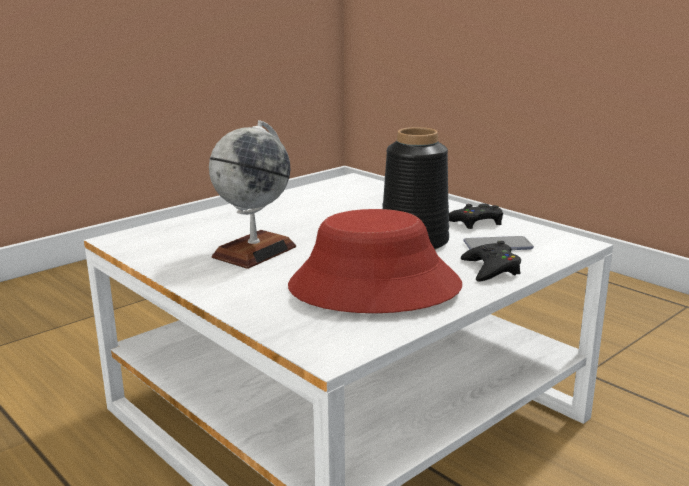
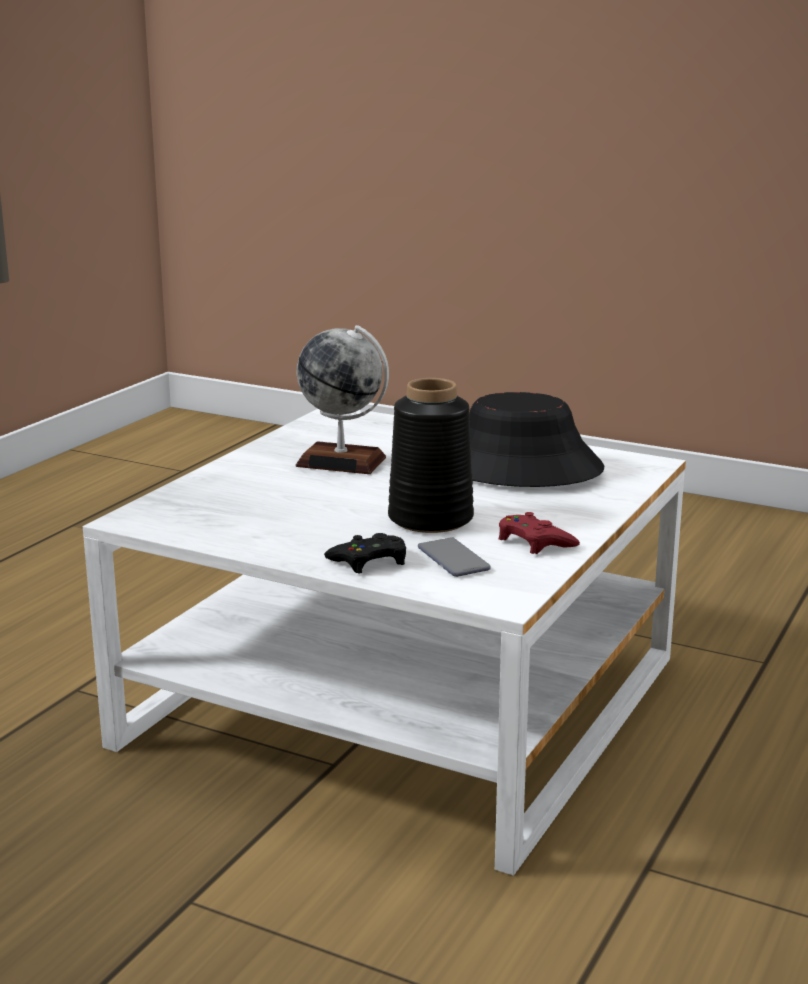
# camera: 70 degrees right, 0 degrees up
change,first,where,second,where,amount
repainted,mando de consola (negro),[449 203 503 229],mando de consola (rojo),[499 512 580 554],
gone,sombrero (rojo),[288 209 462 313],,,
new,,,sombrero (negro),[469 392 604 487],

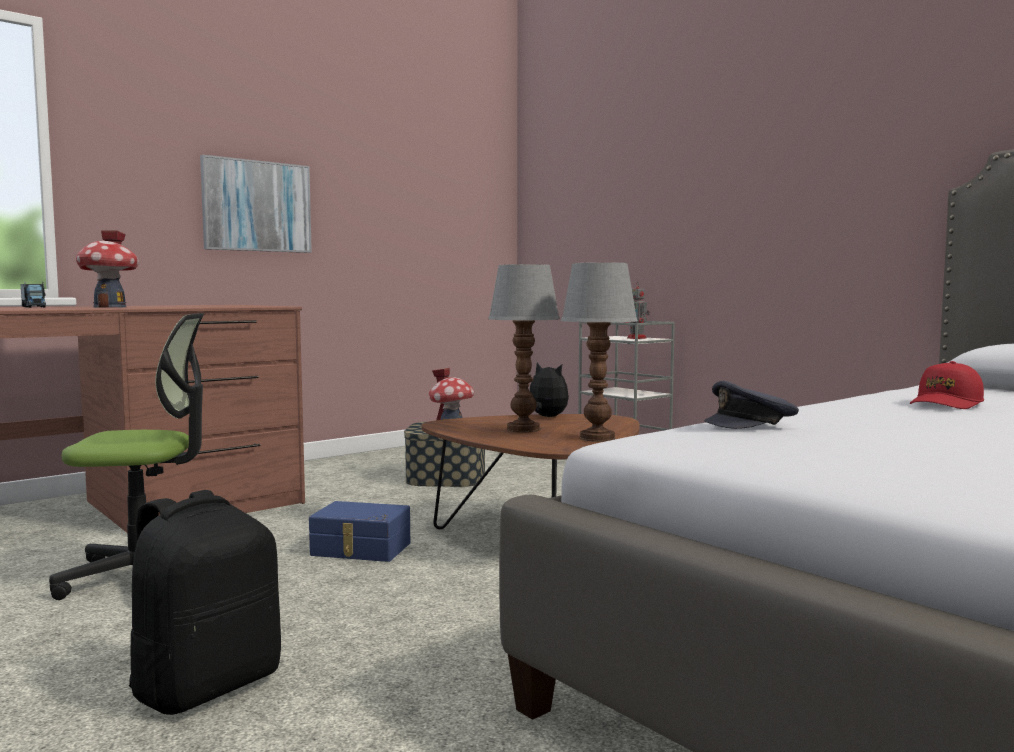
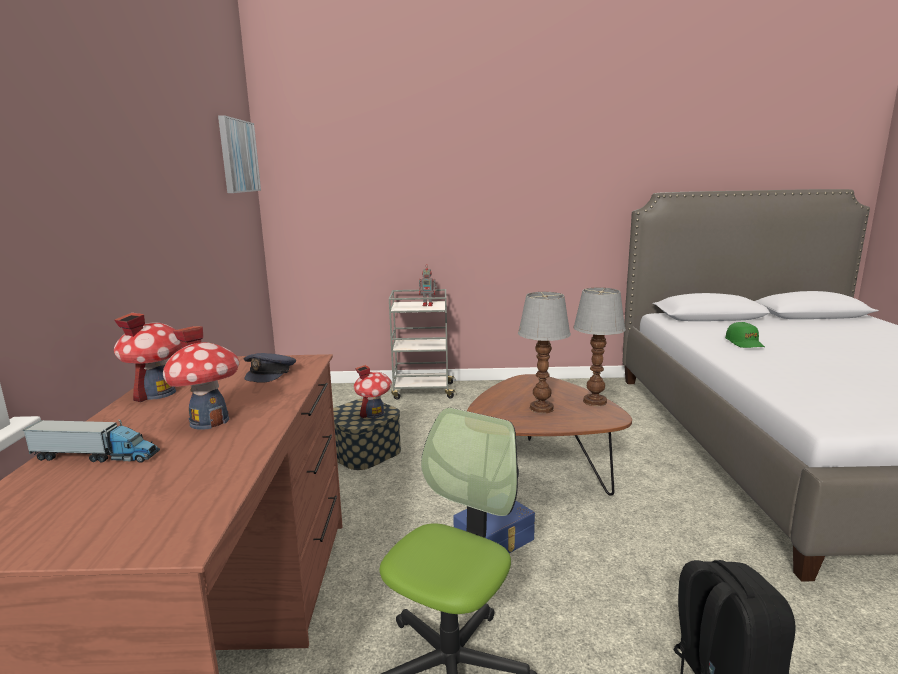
# camera: 50 degrees left, 10 degrees up
change,first,where,second,where,amount
shifted,cuadro,[200 155 312 253],,[218 115 261 193],
repainted,gorra (rojo),[910 361 984 409],gorra (verde),[725 322 765 348],
gone,peluche,[530 362 569 417],,,
shifted,gorra (gris),[704 380 799 429],,[244 353 296 383],
new,,,casita,[114 313 182 402],

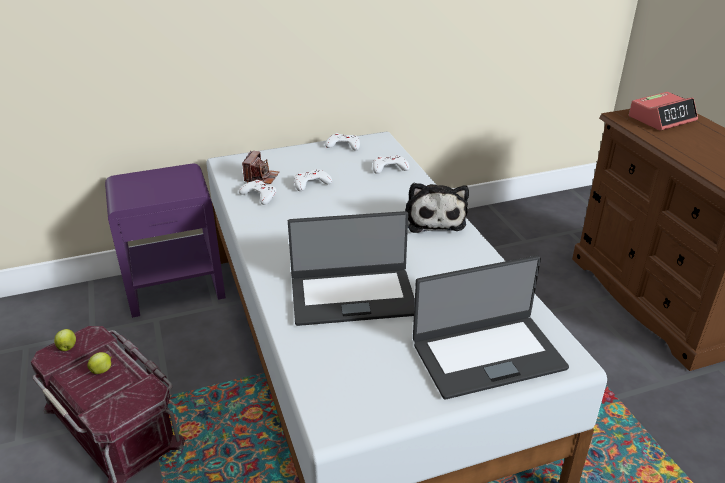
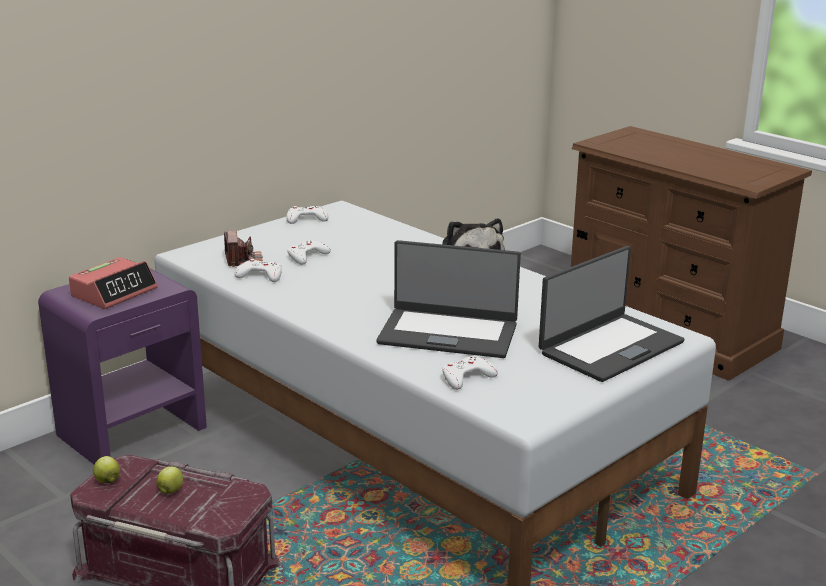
# camera: 25 degrees left, 10 degrees down
change,first,where,second,where,amount
shifted,despertador,[628 92 698 131],,[69 257 158 309],
shifted,mando de consola (blanco),[373 155 409 174],,[442 356 498 390],
rotated,portátil,[288 211 415 326],,[376 240 521 358],45 degrees clockwise

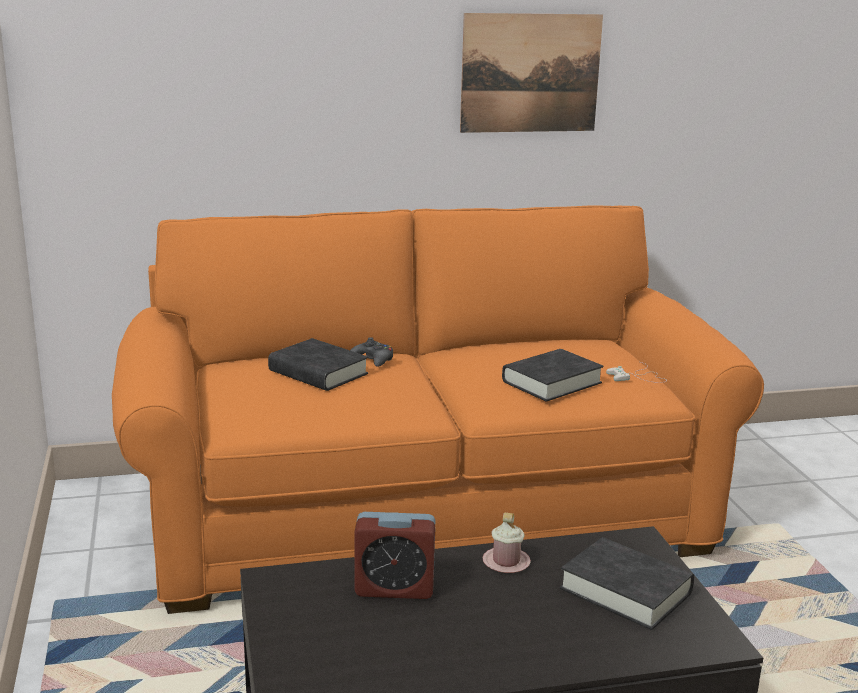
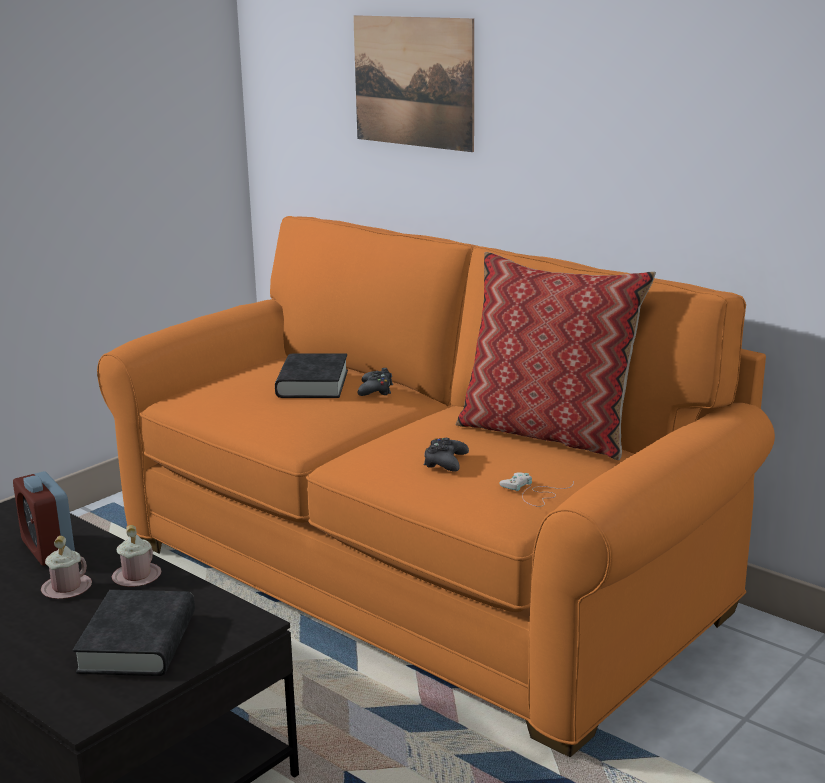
# camera: 55 degrees right, 0 degrees up
change,first,where,second,where,amount
shifted,cuadro,[460 13 603 133],,[353 15 474 152],
swapped,libro (negro),[502 349 603 402],mando de consola (negro),[423 438 469 472],
new,,,cojín,[456 252 656 460],
new,,,taza grande (rosa),[41 536 92 599],

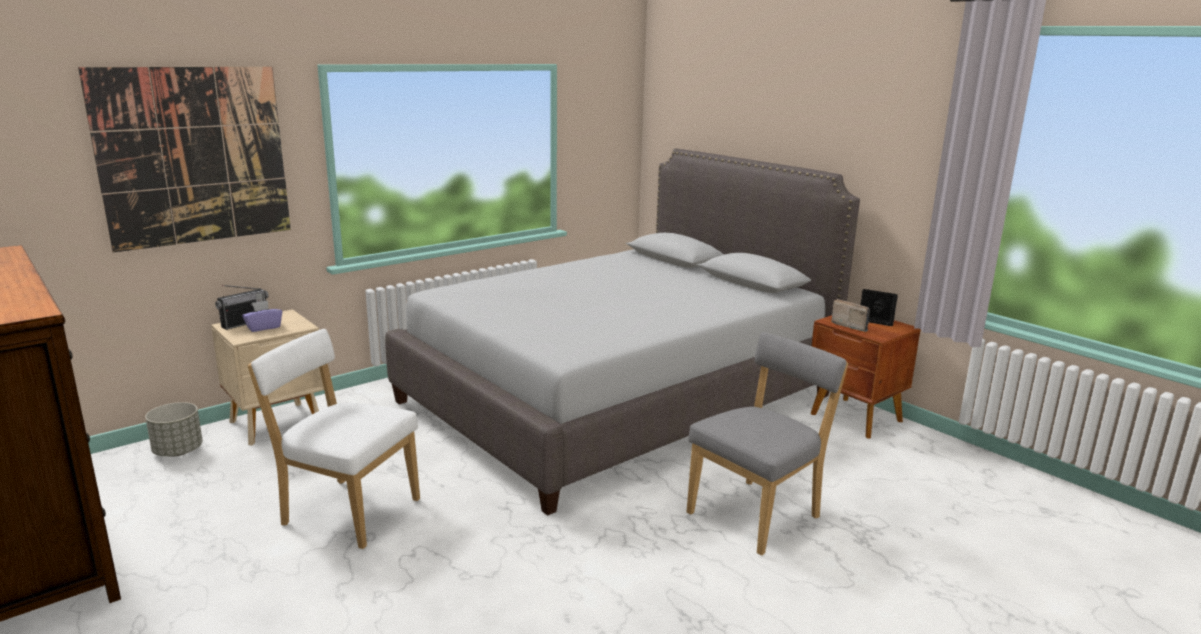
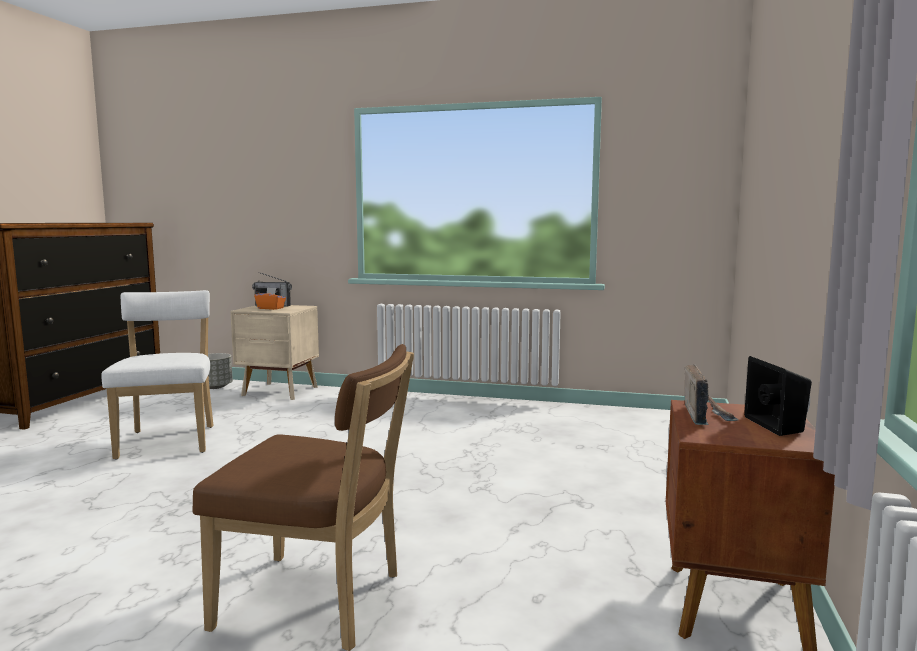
# camera: 55 degrees right, 10 degrees down
change,first,where,second,where,amount
gone,cuadro,[78 67 291 252],,,
gone,cama (gris),[385 148 860 516],,,
repainted,caja de pañuelos (morado),[242 300 282 332],caja de pañuelos (naranja),[254 287 286 310],
repainted,silla (gris),[687 332 848 556],silla (marrón),[192 344 414 651],

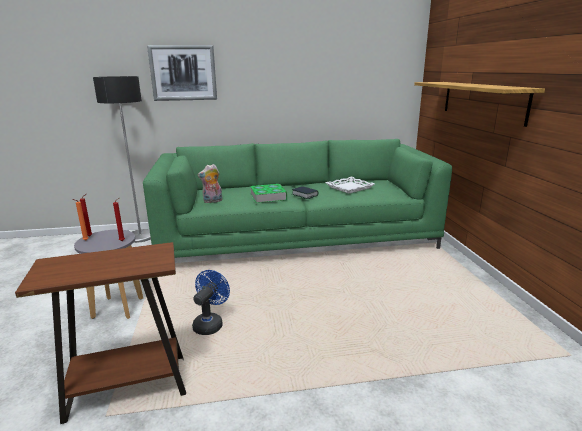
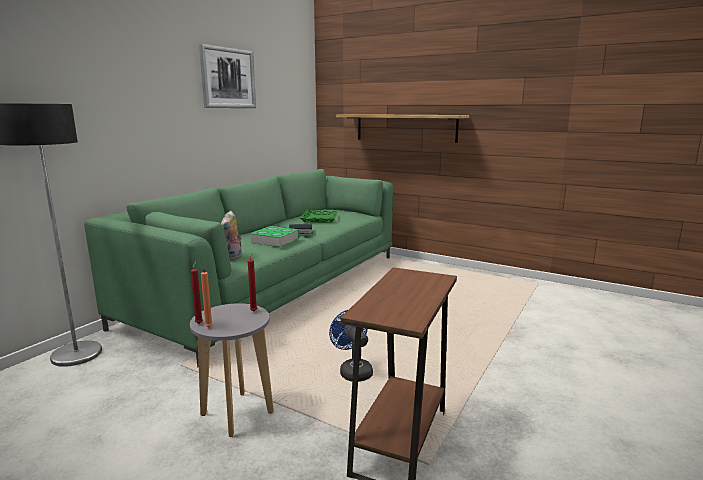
# camera: 50 degrees left, 5 degrees down
change,first,where,second,where,amount
shifted,cuadro,[147 45 217 101],,[199 44 256 108],
repainted,bandeja (blanco),[326 177 375 194],bandeja (verde),[300 210 338 223],

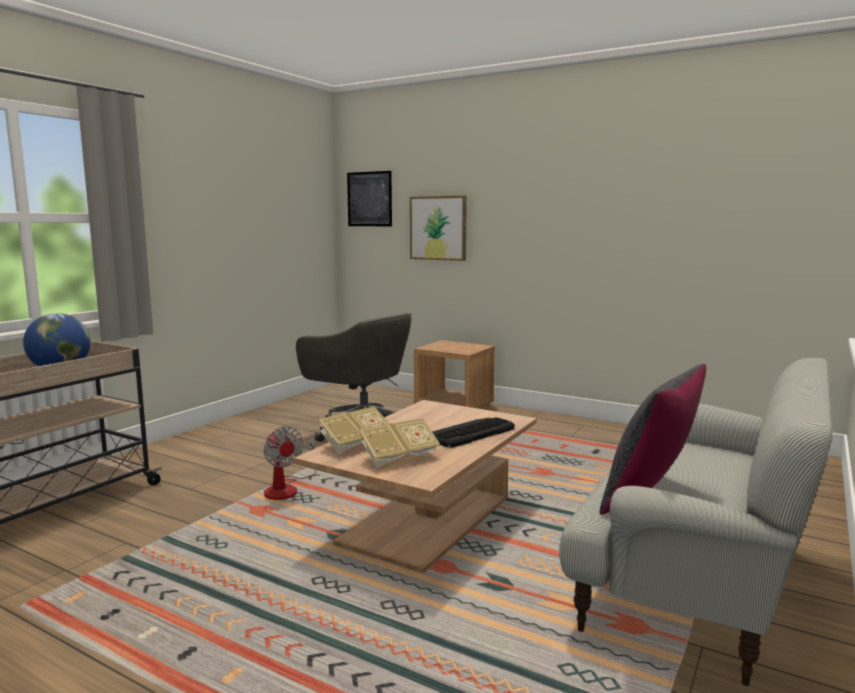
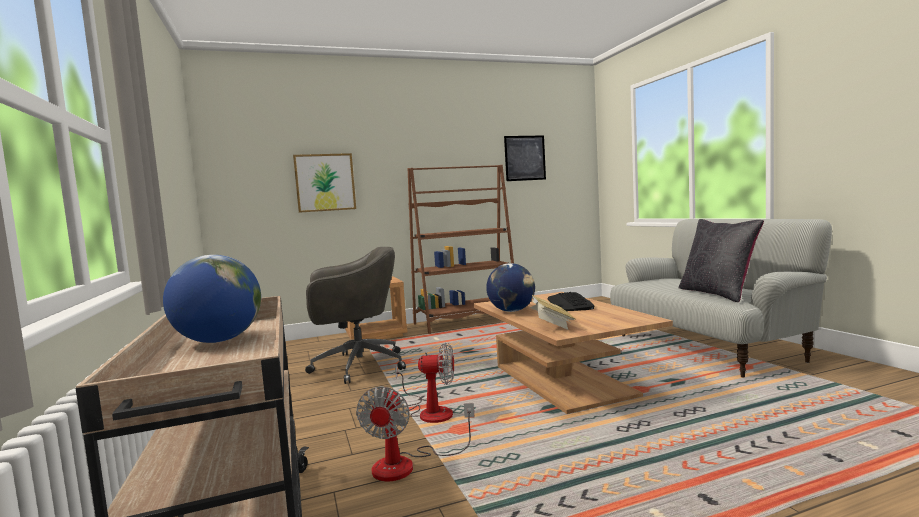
# camera: 50 degrees left, 5 degrees down
change,first,where,second,where,amount
shifted,cuadro,[347 171 392 226],,[504 135 546 181],
gone,libro,[358 418 441 468],,,
new,,,estantería (marrón),[408 165 514 334],
new,,,globo terráqueo,[486 263 535 312],
new,,,ventilador,[356 386 475 482],

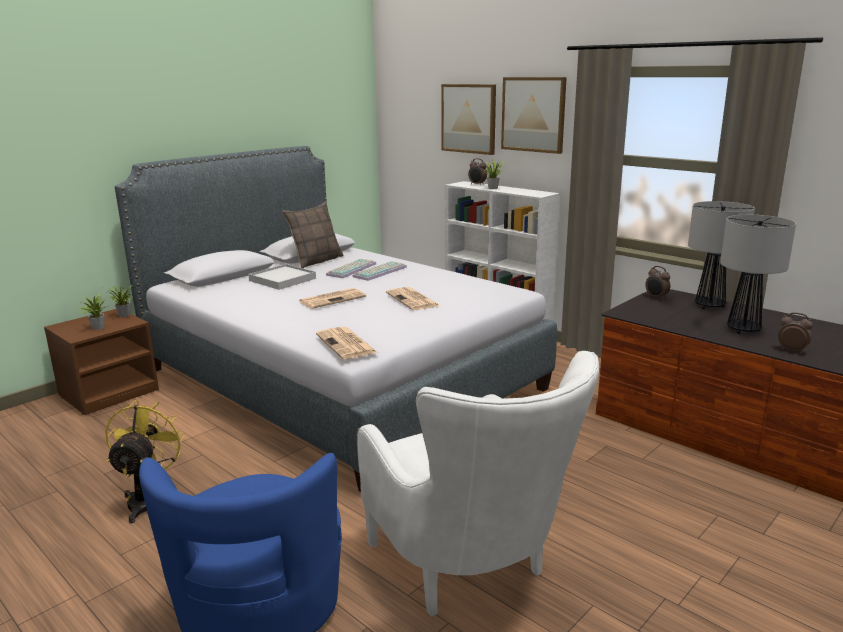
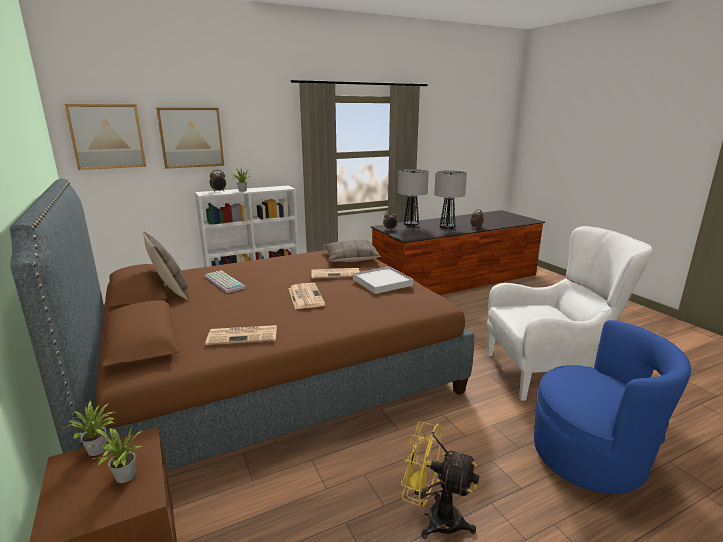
# camera: 70 degrees left, 0 degrees up
change,first,where,second,where,amount
shifted,cuadro,[501 77 567 154],,[64 104 146 170],
repainted,cama (gris),[115 146 557 492],cama (marrón),[10 179 475 471],
gone,teclado,[353 261 407 281],,,
shifted,bandeja (blanco),[248 264 316 290],,[353 266 414 294],
shifted,periódico,[316 327 378 359],,[205 325 277 345],
new,,,cojín,[323 239 381 262],

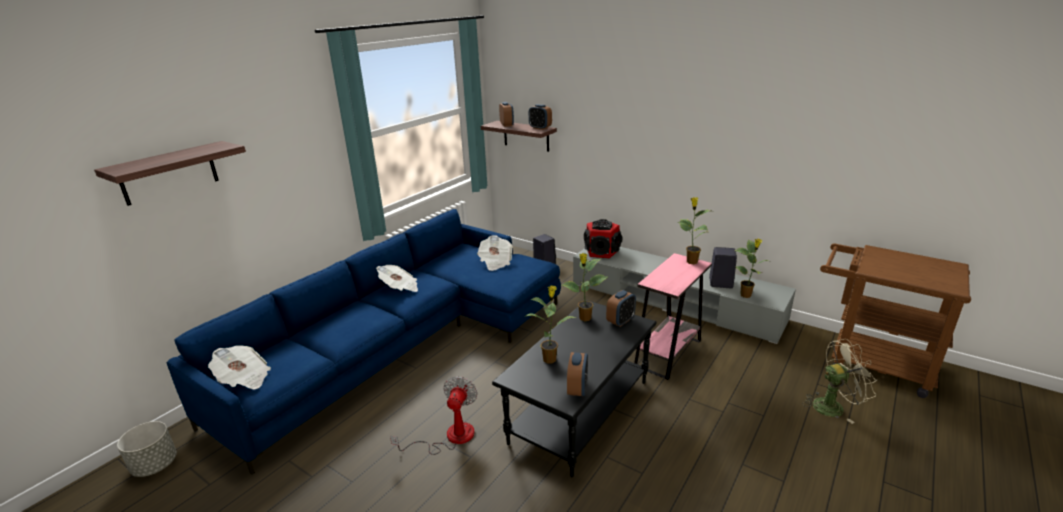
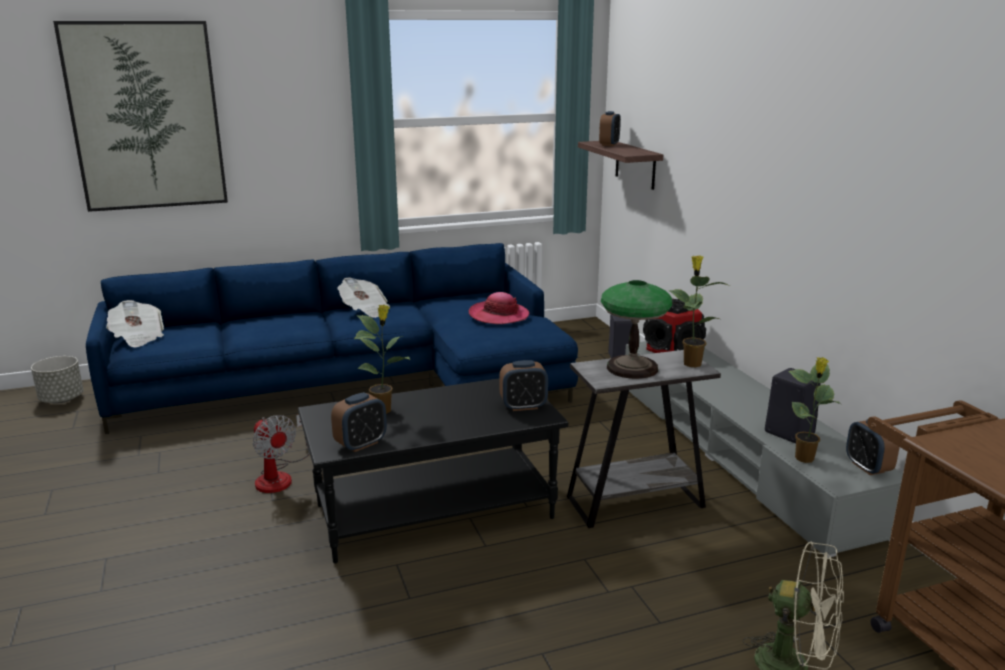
# camera: 35 degrees right, 5 degrees down
change,first,where,second,where,amount
shifted,despertador,[529 104 552 130],,[846 419 899 475],
swapped,estante,[94 141 246 206],cuadro,[53 21 228 212],
swapped,periódico,[477 235 512 271],sombrero,[469 292 529 324],
gone,planta en maceta,[562 253 607 321],,,
repainted,mesa auxiliar (rosa),[634 253 712 380],mesa auxiliar (gris),[567 350 721 528],
rotated,ventilador,[390 376 478 455],,[253 415 309 493],90 degrees clockwise
new,,,lámpara de mesa,[601 280 672 379],

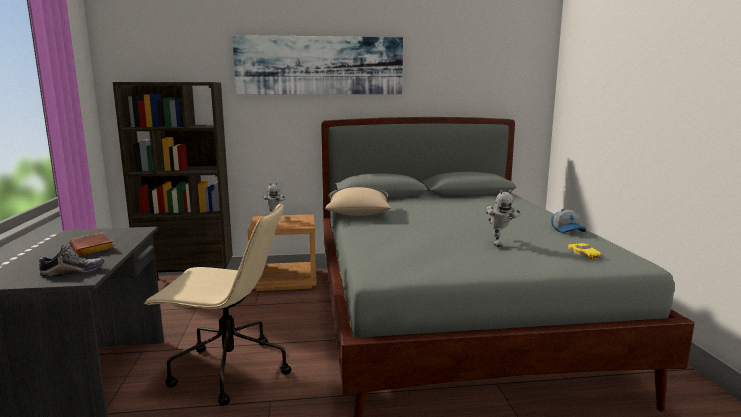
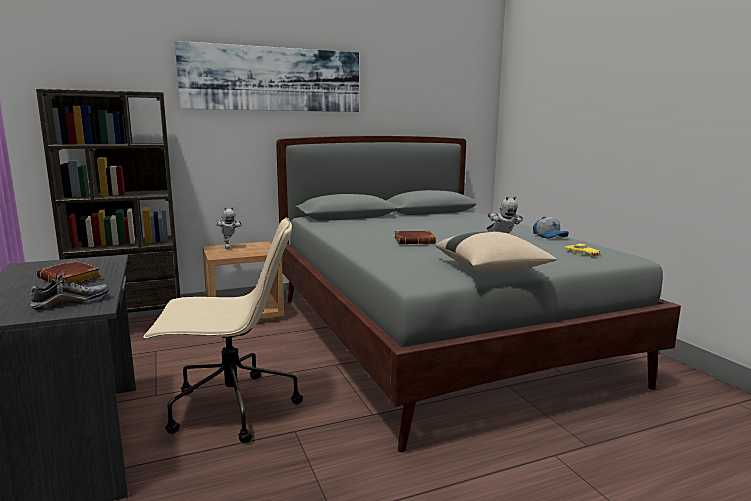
# camera: 15 degrees left, 0 degrees up
change,first,where,second,where,amount
shifted,cojín (beis),[325 187 391 216],,[435 231 556 273],
new,,,libro (marrón),[394 230 436 244],

